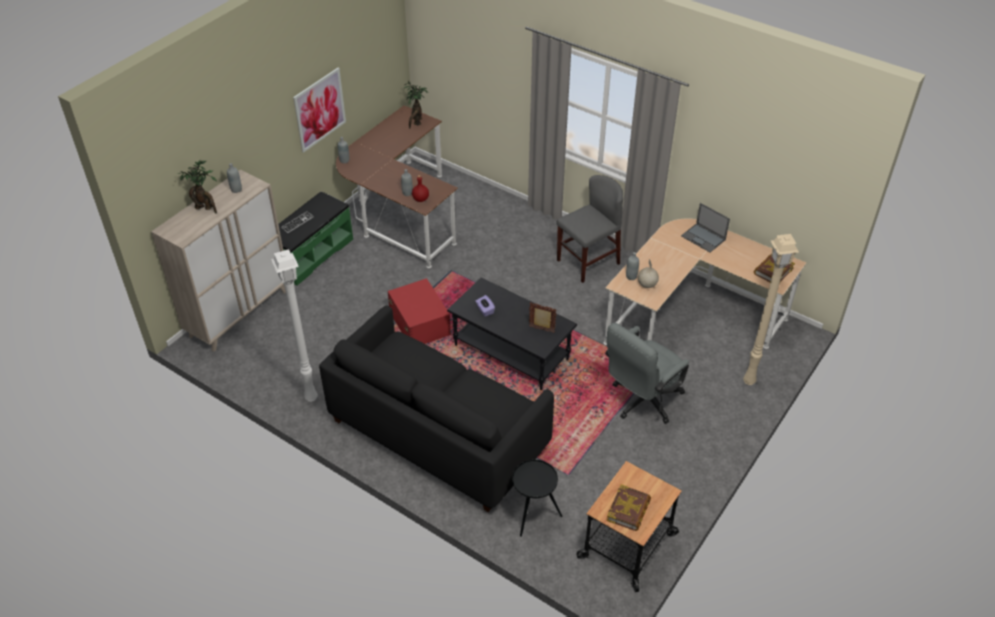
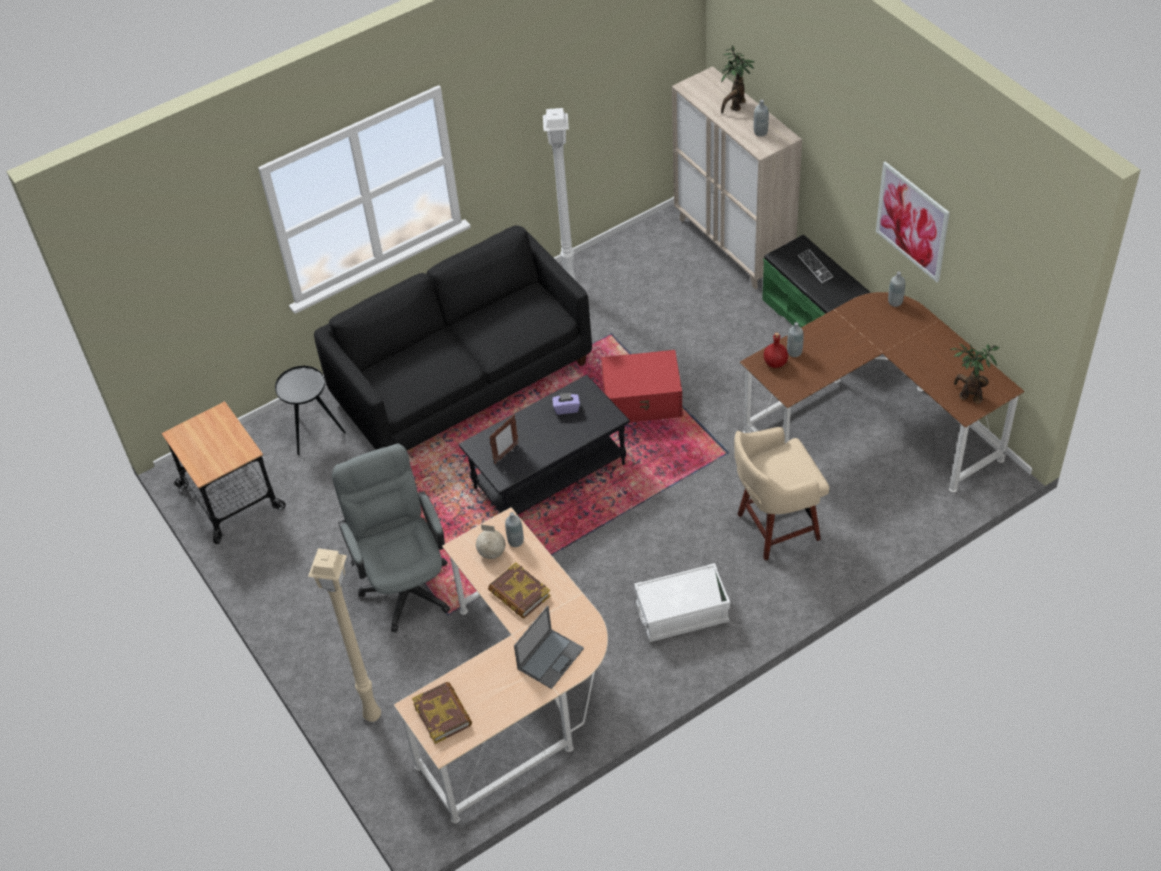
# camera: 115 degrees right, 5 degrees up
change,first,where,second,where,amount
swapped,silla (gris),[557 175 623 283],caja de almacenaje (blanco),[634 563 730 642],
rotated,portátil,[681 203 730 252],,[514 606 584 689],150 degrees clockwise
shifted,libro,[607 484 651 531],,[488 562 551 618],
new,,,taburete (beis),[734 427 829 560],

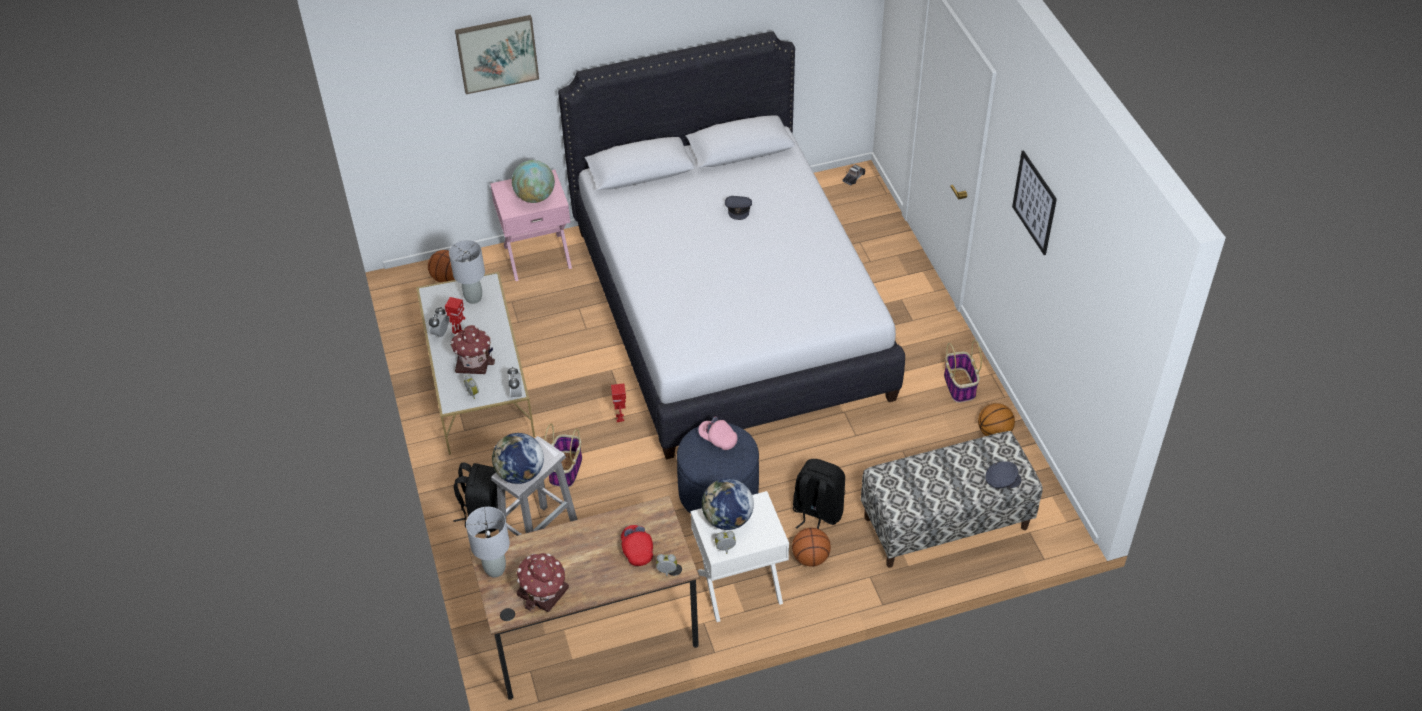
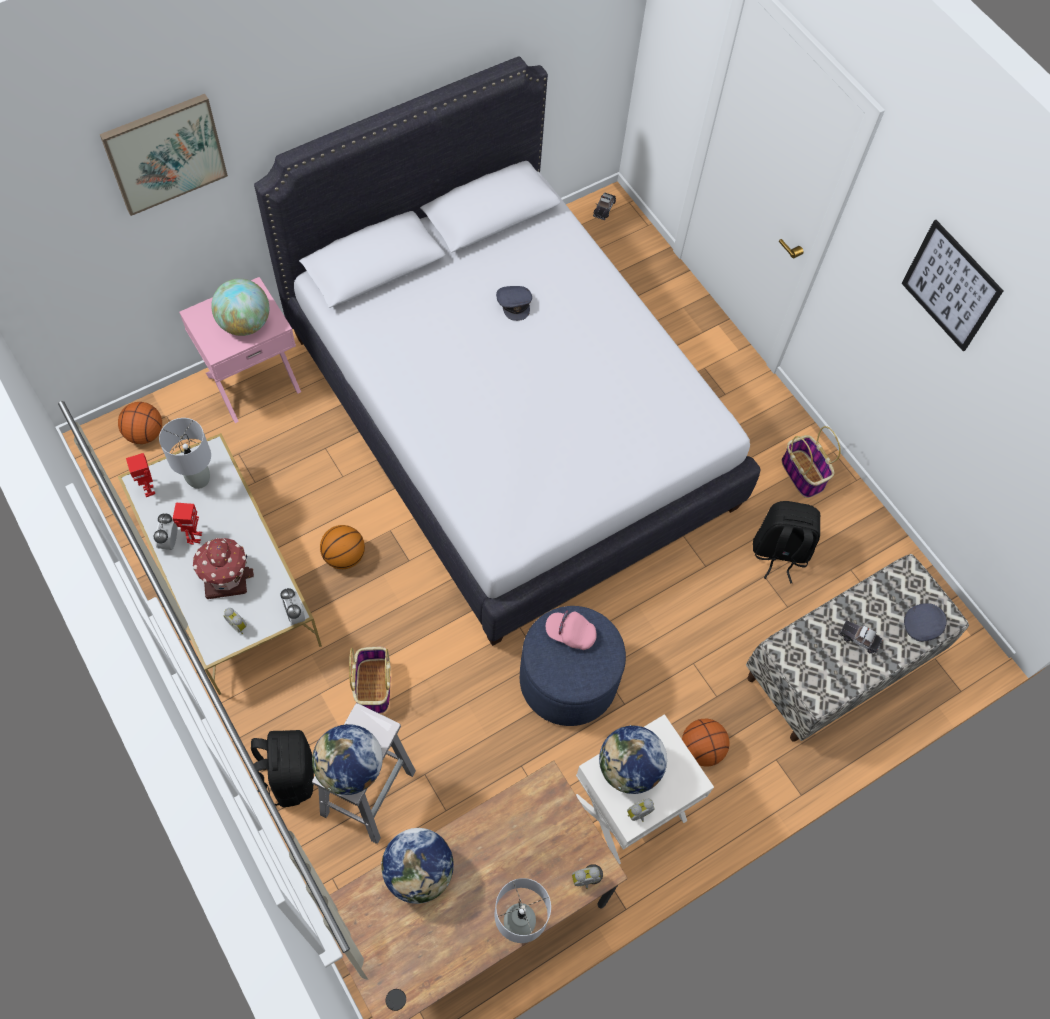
# camera: 20 degrees left, 15 degrees up
change,first,where,second,where,amount
shifted,robot de juguete,[611 384 626 422],,[126 453 155 497],
shifted,balón de baloncesto,[978 403 1015 436],,[320 525 365 569],
shifted,mochila (negro),[793 459 845 529],,[753 501 820 583],
shifted,lámpara de mesa (gris),[466 507 510 577],,[495 878 551 943],
gone,gorra (rojo),[621 525 653 566],,,
gone,casita,[517 553 569 612],,,
new,,,coche de juguete,[839 620 882 654],
new,,,globo terráqueo,[381 828 454 904],

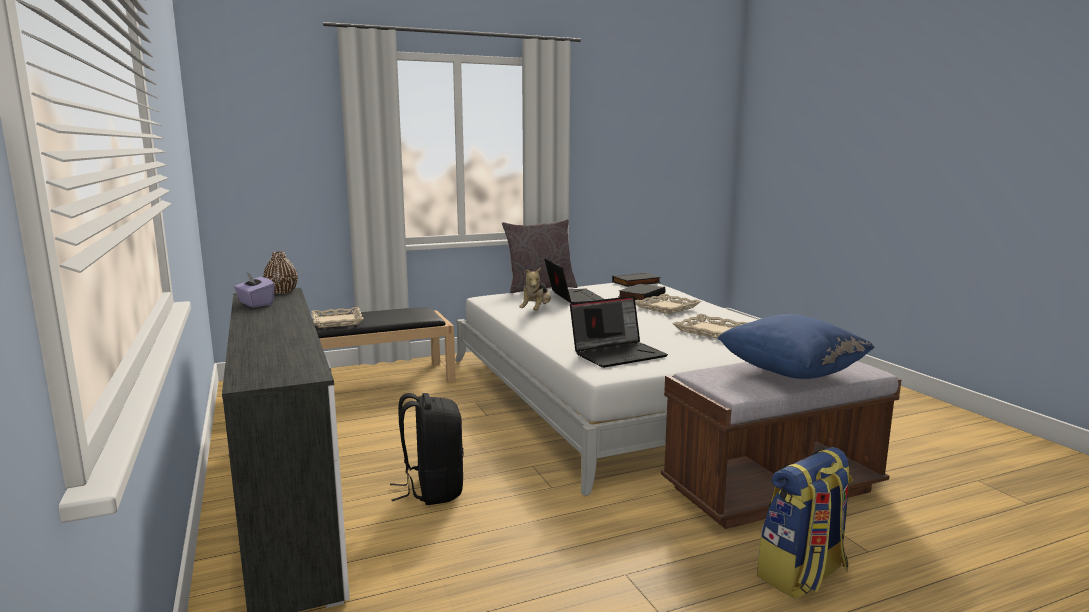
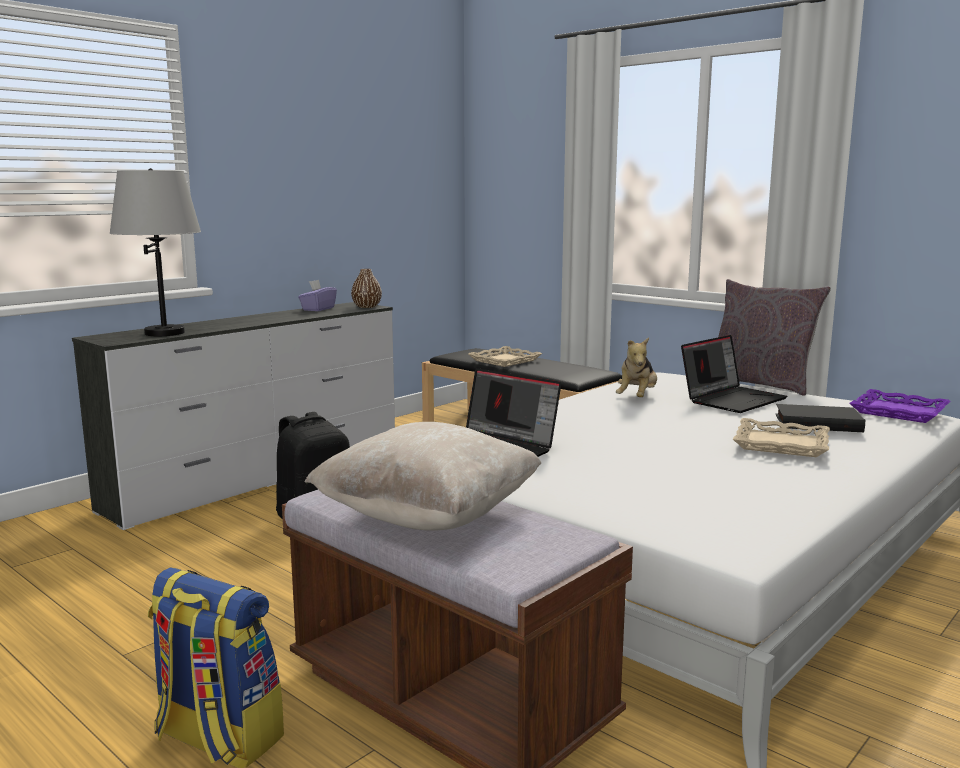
# camera: 65 degrees right, 0 degrees up
change,first,where,second,where,amount
rotated,peluche,[519 267 551 310],,[616 337 657 397],60 degrees counterclockwise
swapped,libro (negro),[612 273 661 287],bandeja (morado),[849 389 950 423],
gone,bandeja (beis),[672 314 748 339],,,
repainted,cojín (azul),[717 314 875 379],cojín (beis),[305 422 541 531],
new,,,lámpara de mesa (gris),[110 168 201 336],

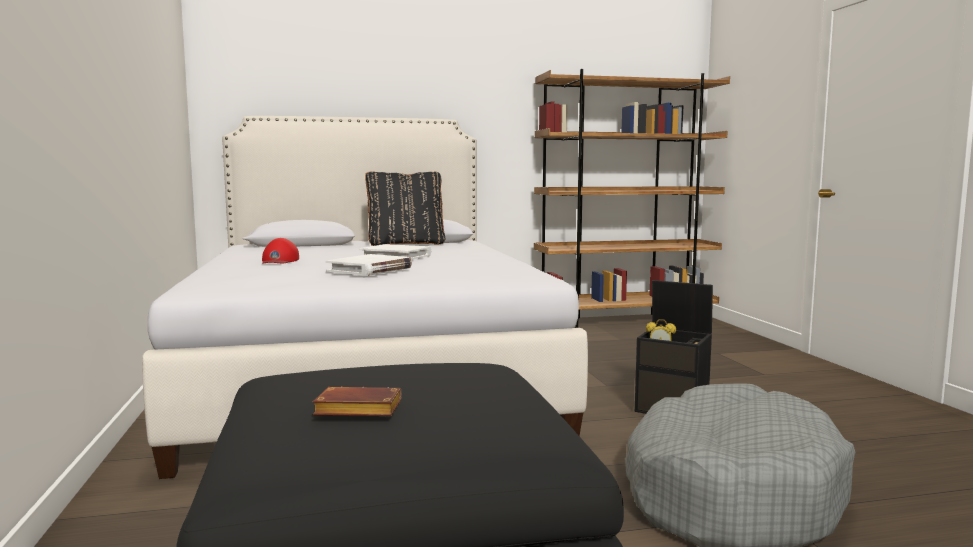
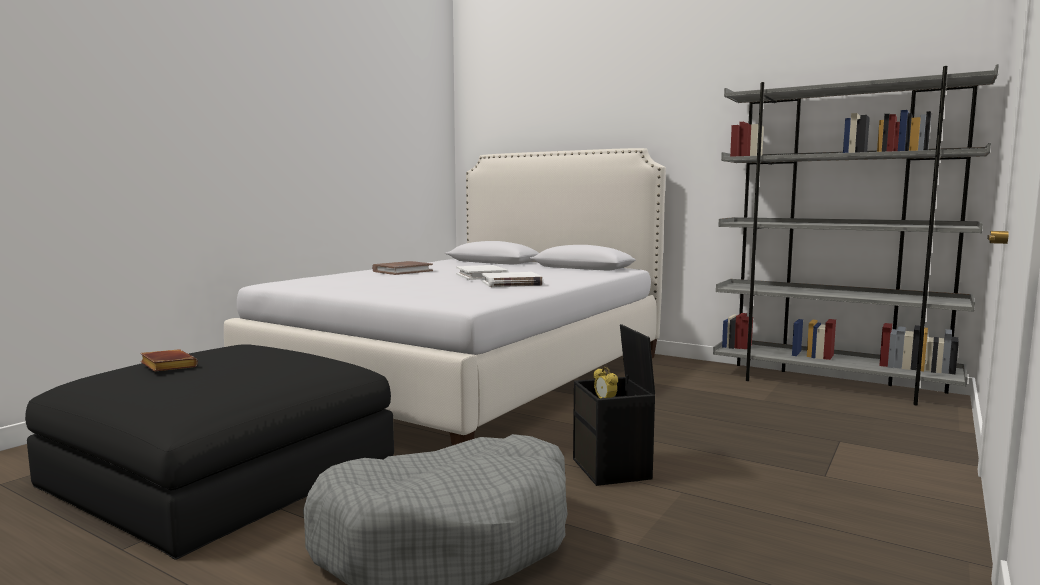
# camera: 45 degrees right, 0 degrees up
change,first,where,second,where,amount
repainted,estantería (marrón),[534 69 730 328],estantería (gris),[713 64 999 406],
gone,cojín (negro),[365 171 445 246],,,
swapped,gorra (rojo),[262 238 299 263],libro (marrón),[372 261 433 275],
shifted,libro (blanco),[326 254 412 276],,[482 272 543 287],

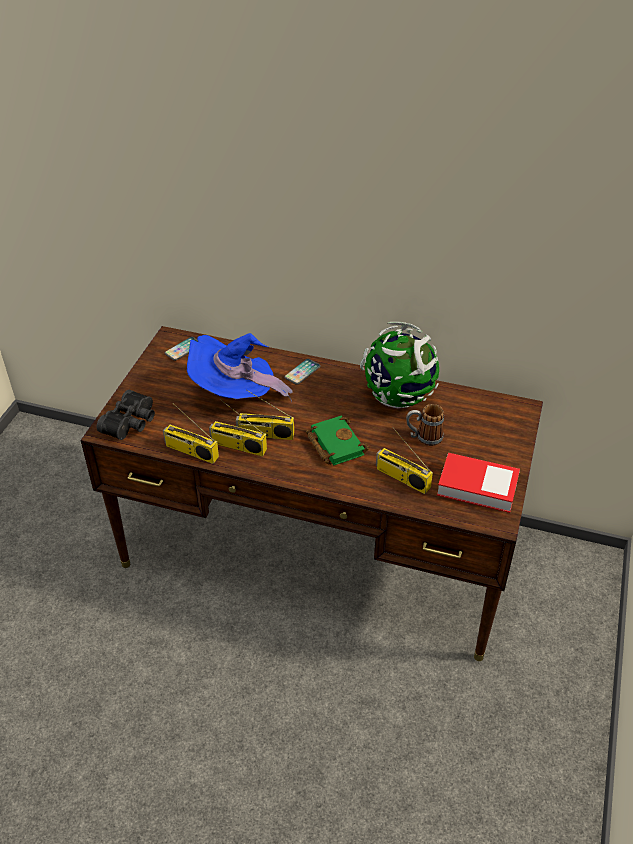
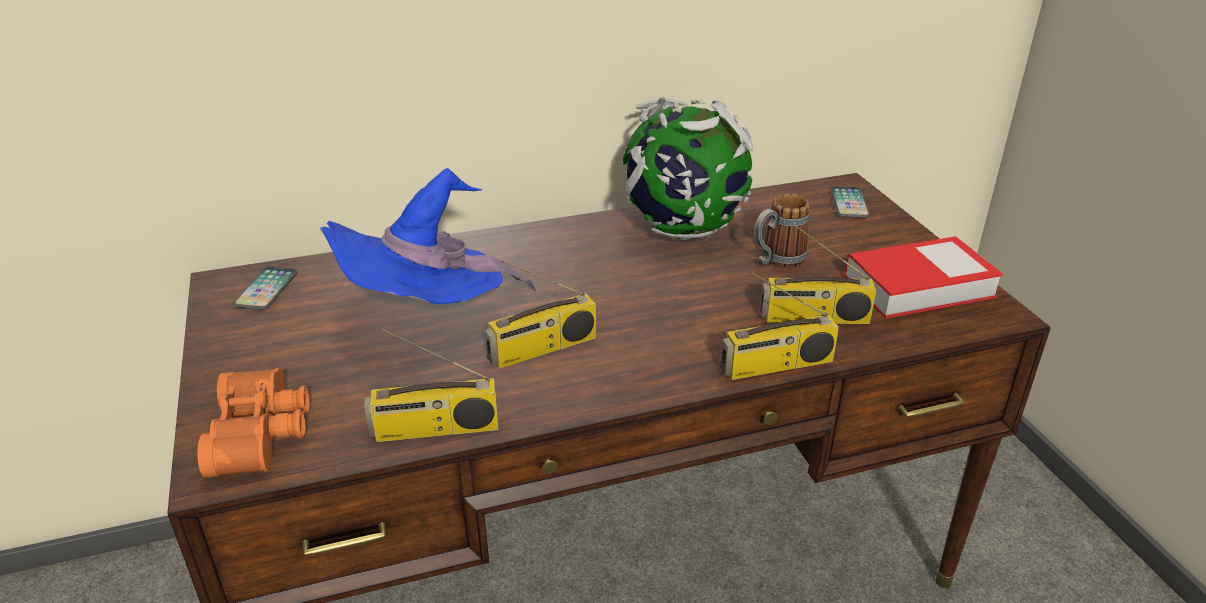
# camera: 35 degrees left, 10 degrees down
change,first,where,second,where,amount
shifted,móvil,[284 359 321 385],,[831 186 870 218],
repainted,prismáticos (negro),[97 390 155 440],prismáticos (naranja),[197 368 309 478],
shifted,radio,[209 399 267 456],,[720 272 839 380],
gone,libro (verde),[306 416 369 465],,,

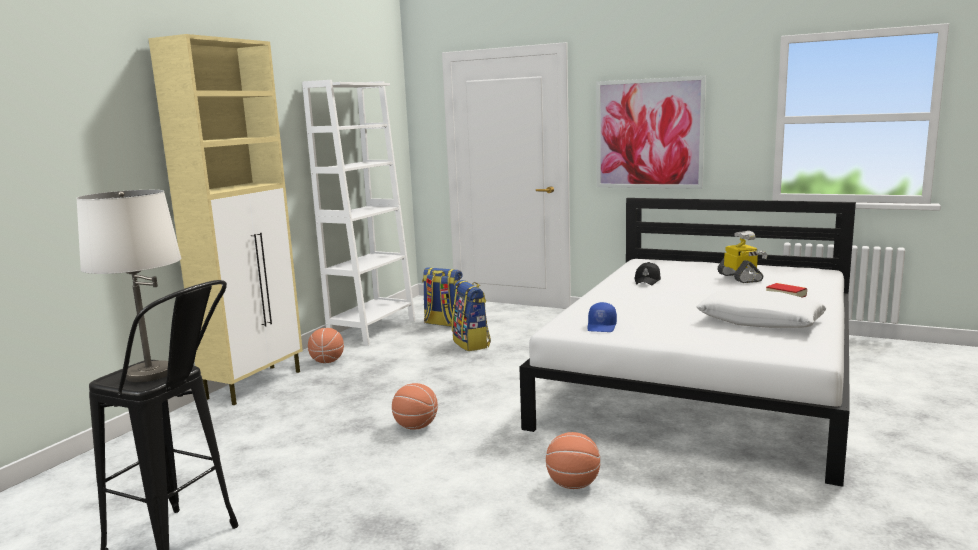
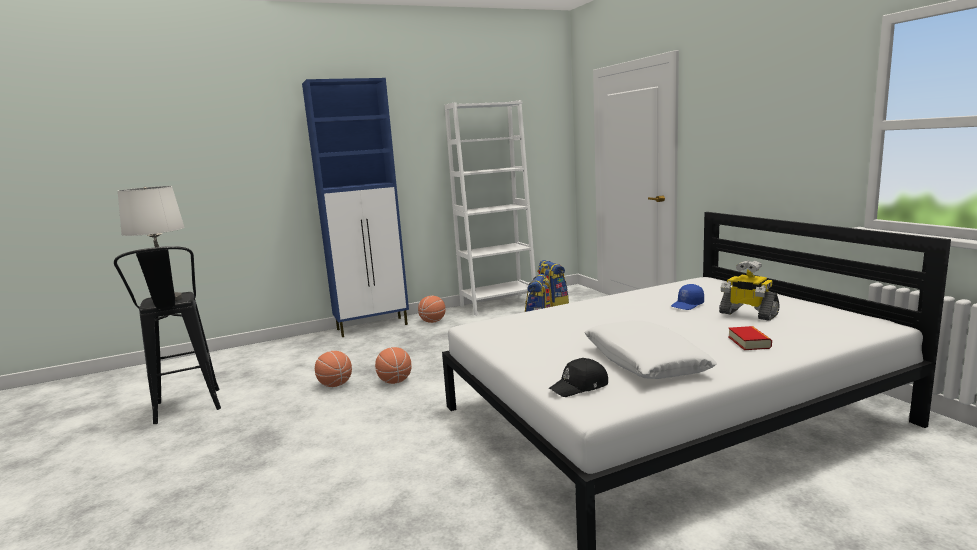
# camera: 40 degrees right, 0 degrees up
change,first,where,second,where,amount
repainted,armario (beis),[148 34 303 405],armario (azul),[302 78 409 337],
gone,cuadro,[596 76 706 189],,,
rotated,robot de juguete,[717 231 768 283],,[719 260 780 321],105 degrees clockwise
shifted,gorra (negro),[635 262 661 285],,[549 358 608 397],
shifted,gorra (azul),[587 302 617 332],,[671 284 704 310],
shifted,balón de baloncesto,[546 432 600 489],,[315 351 352 387],

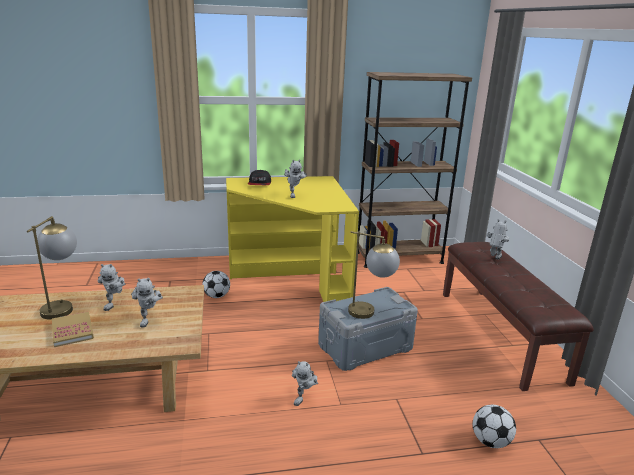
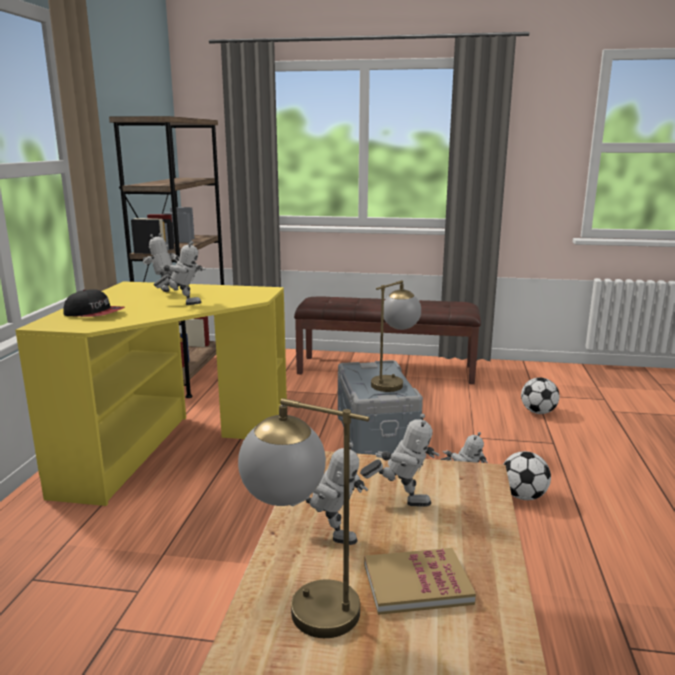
# camera: 70 degrees left, 5 degrees down
change,first,where,second,where,amount
shifted,robot de juguete,[486 219 509 260],,[143 233 179 292],
shifted,balón de fútbol,[202 271 230 298],,[503 451 551 500],

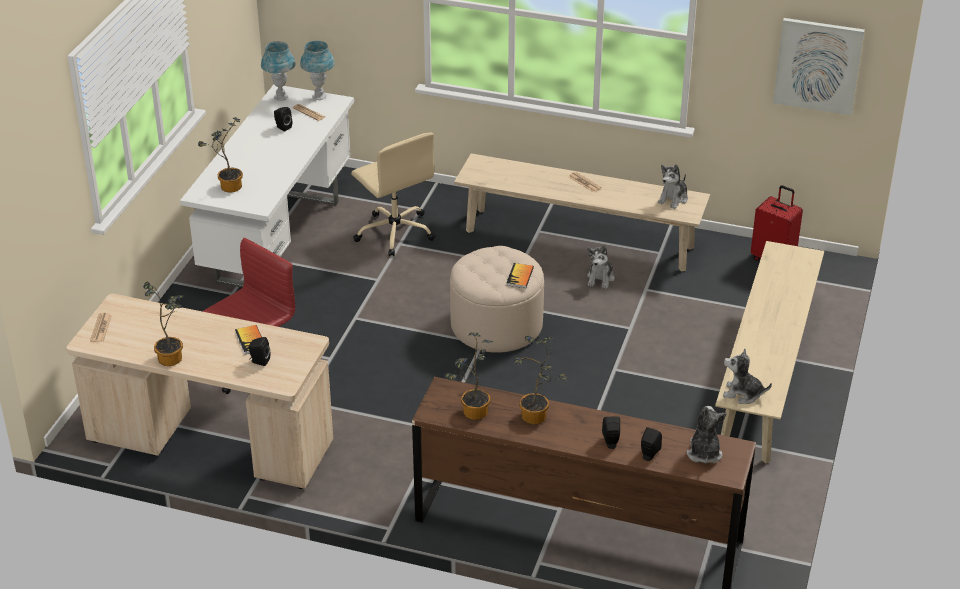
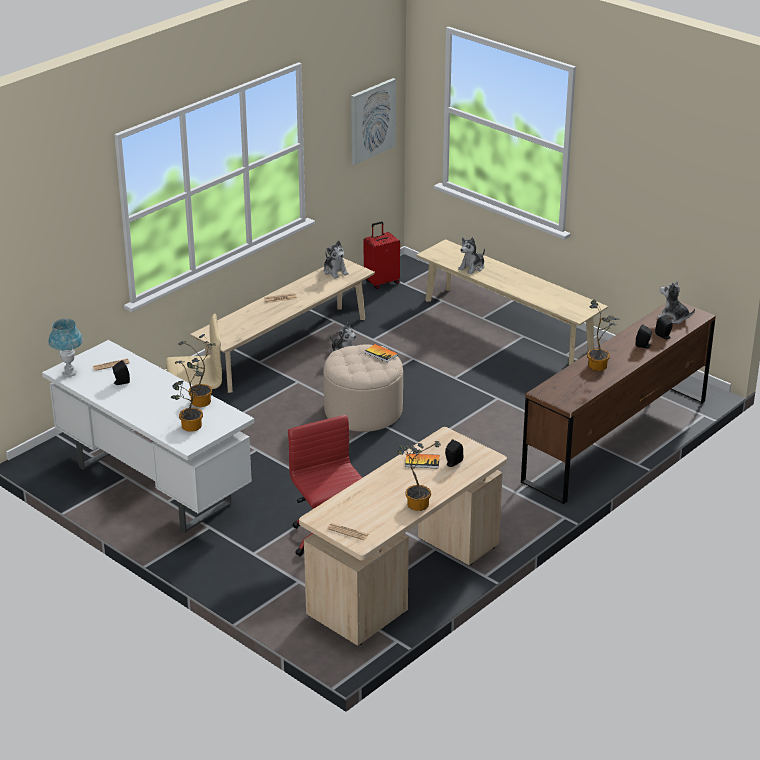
# camera: 65 degrees left, 5 degrees down
change,first,where,second,where,amount
gone,lámpara de mesa (azul),[300 41 335 100],,,
shifted,planta en maceta,[444 332 493 420],,[178 334 215 407],
shifted,peluche,[723 349 772 404],,[458 237 485 274],

